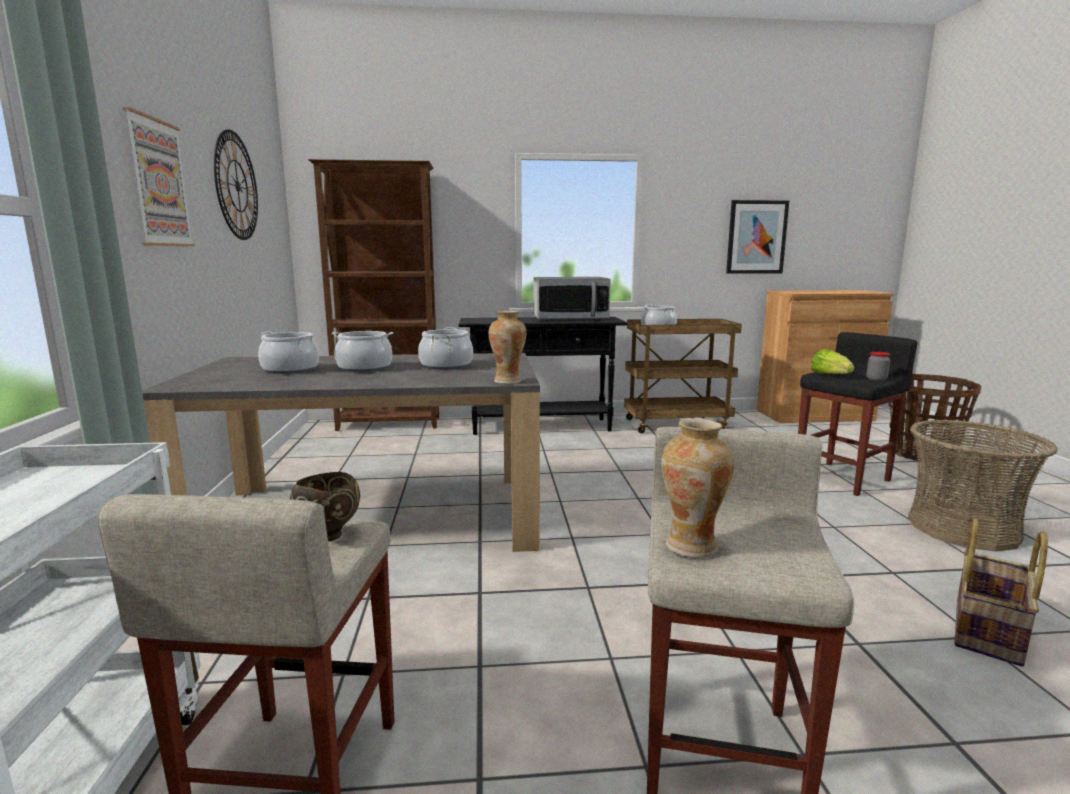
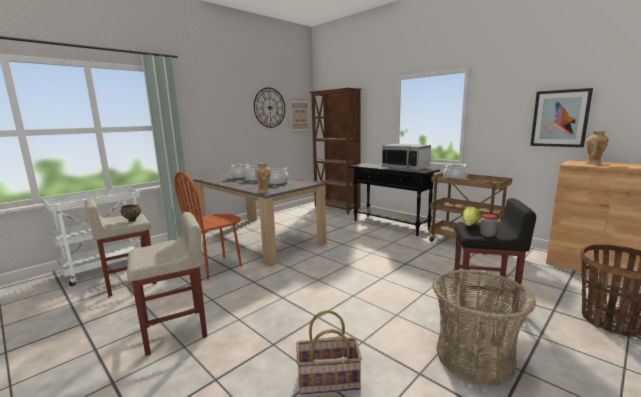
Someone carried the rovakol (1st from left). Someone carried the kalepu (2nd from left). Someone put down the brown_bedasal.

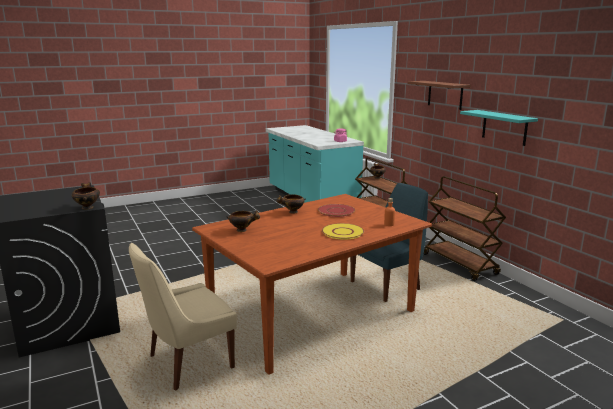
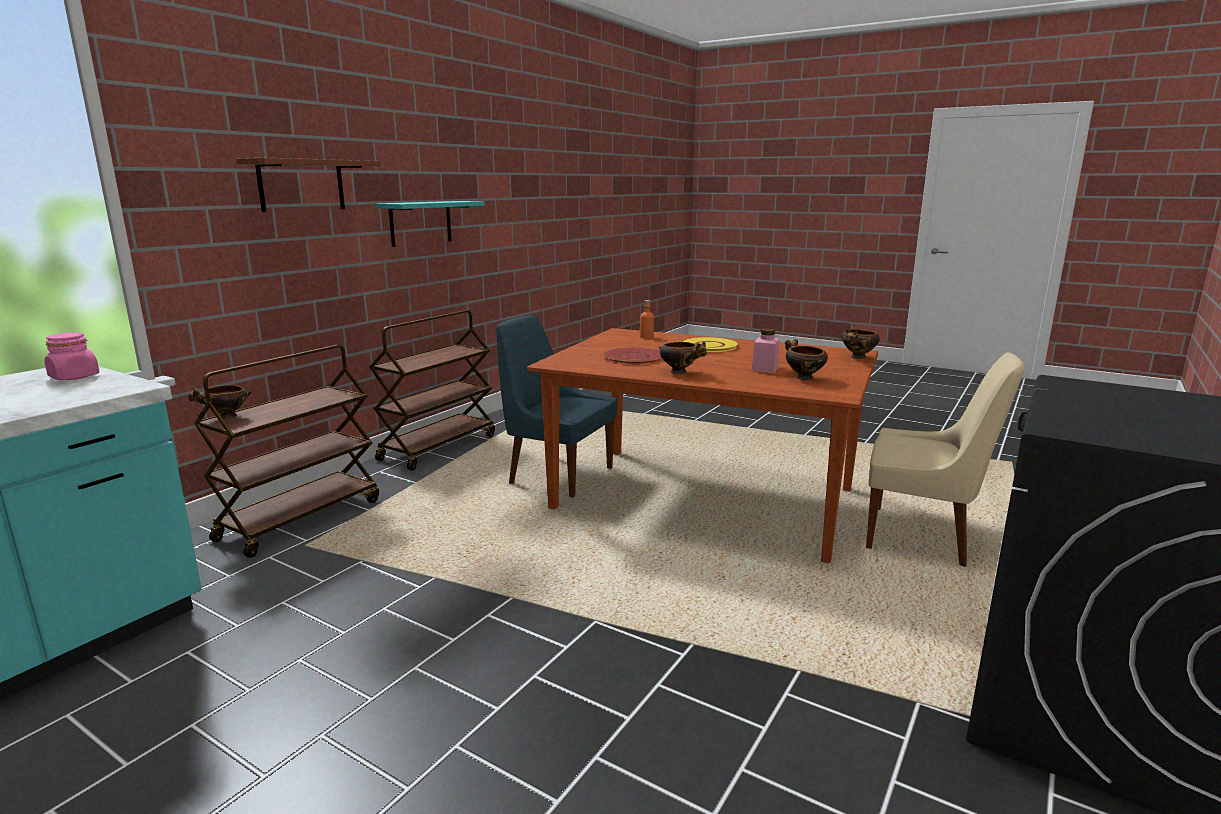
Someone carried the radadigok (1st from left in the first image). Someone put down the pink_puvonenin (2nd from left).

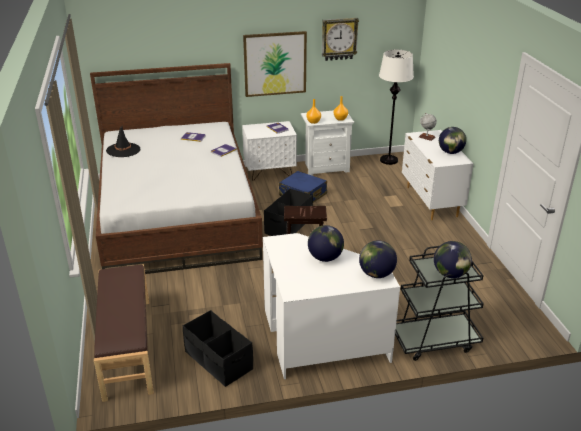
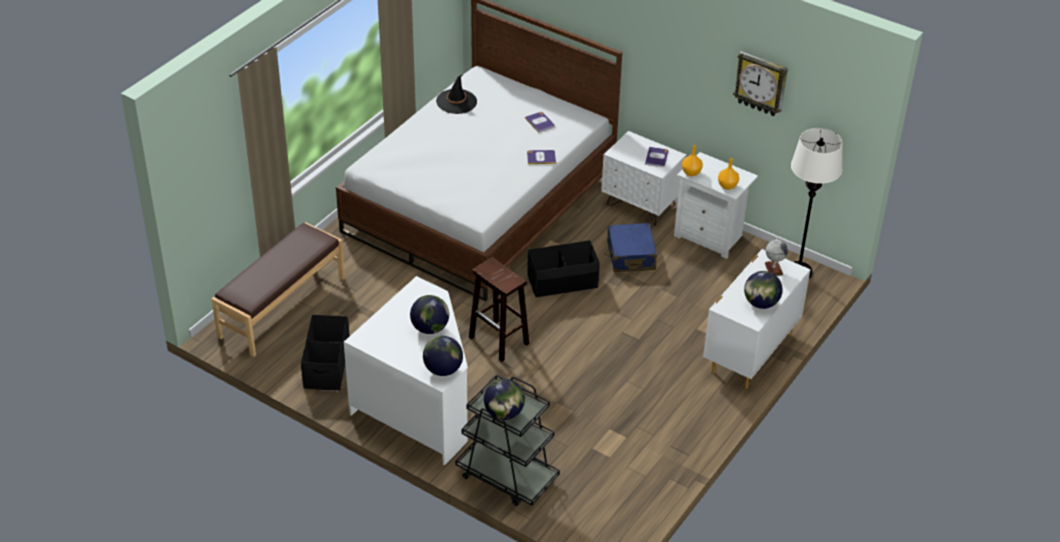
Someone took away the rovakol.

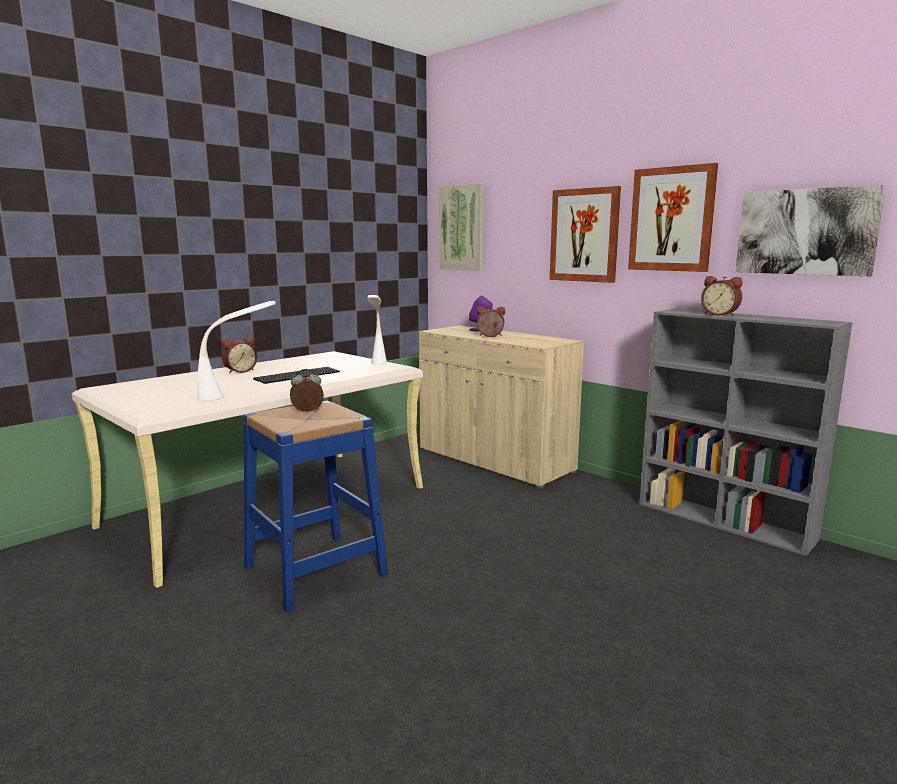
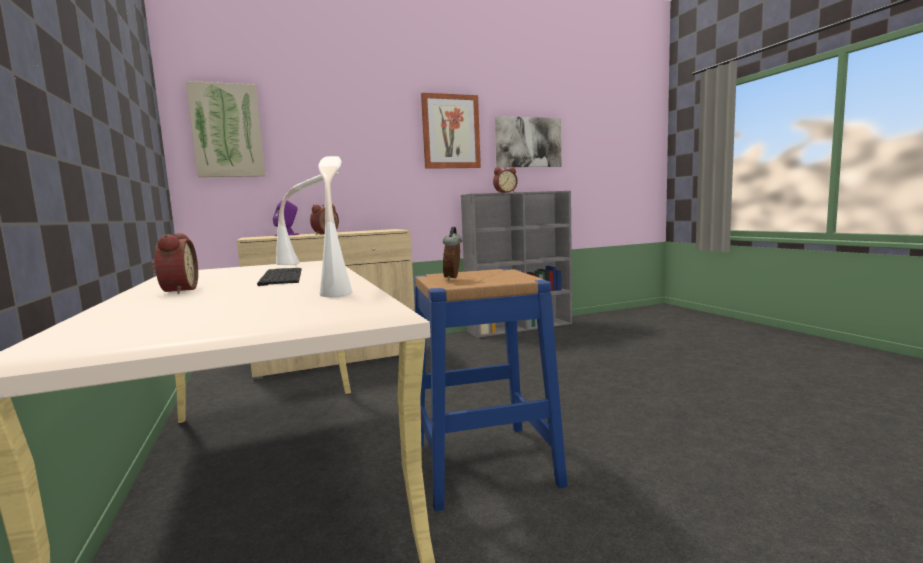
Someone took away the rovakol (2nd from left).

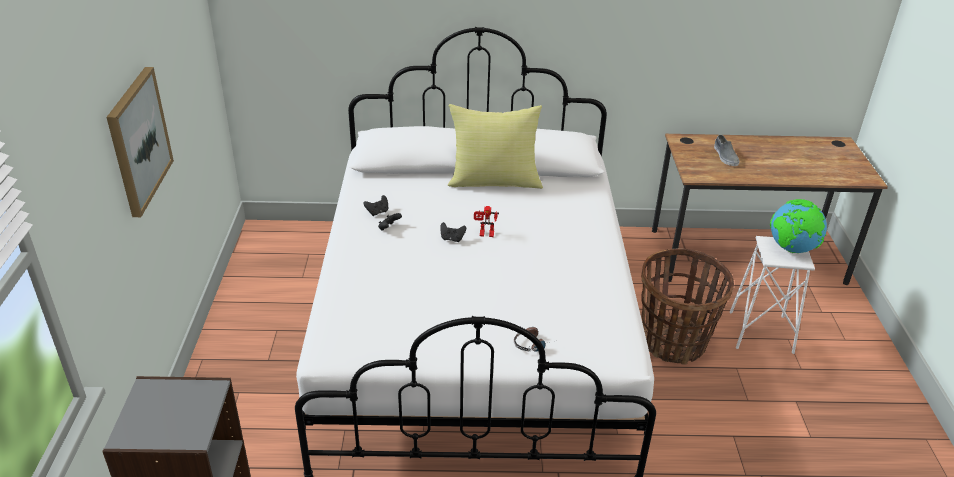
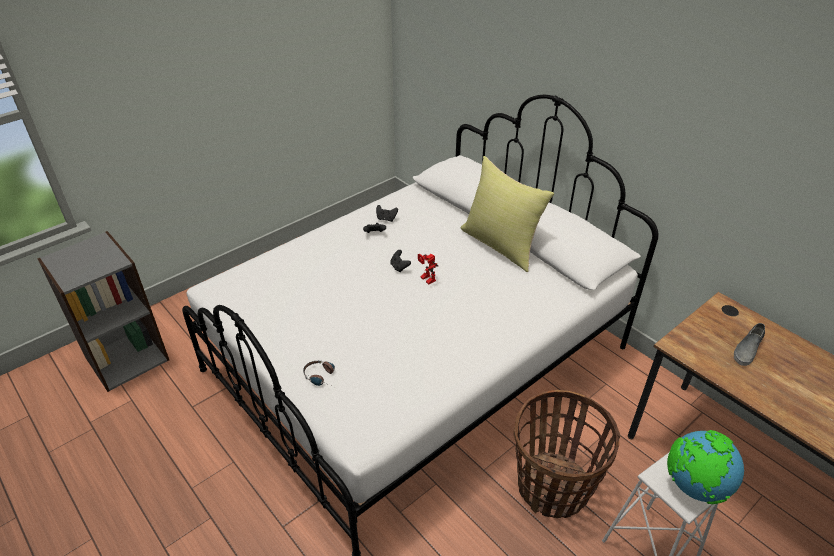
Someone took away the rovakol.

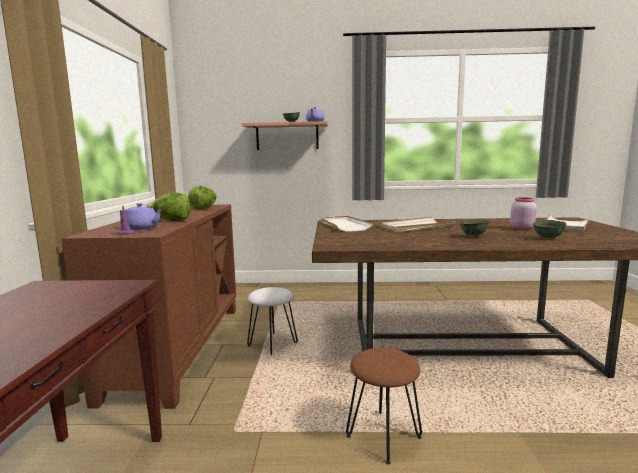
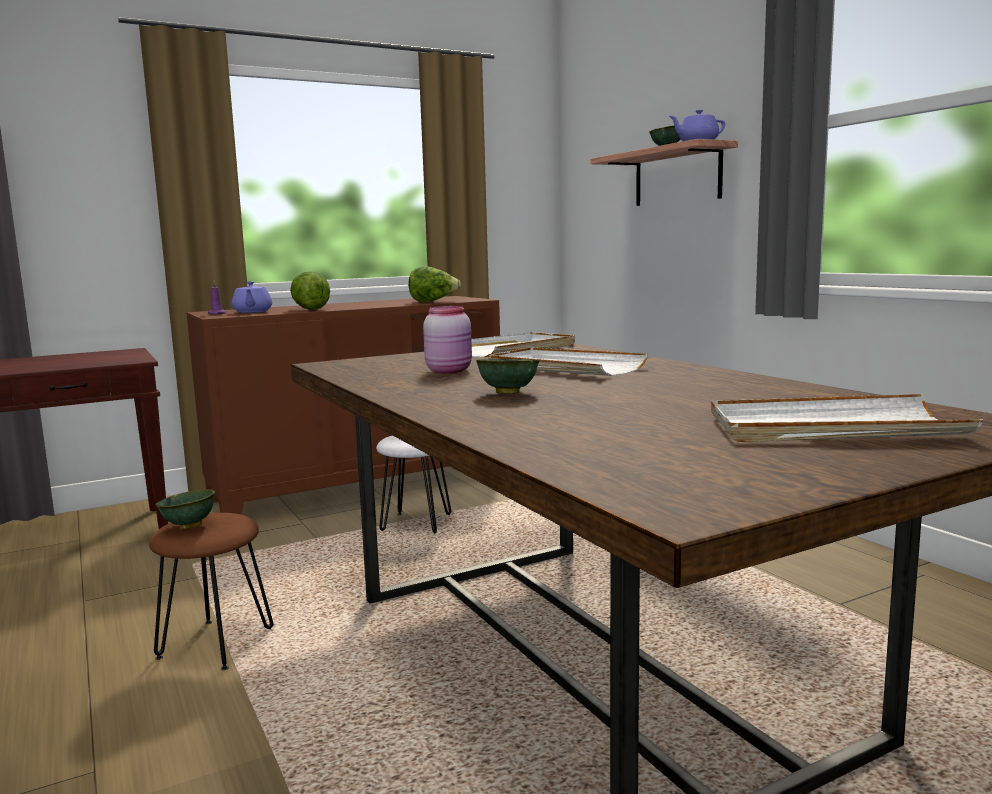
Someone carried the pink_puvonenin. Someone carried the green_radadigok (3rd from left in the first image).

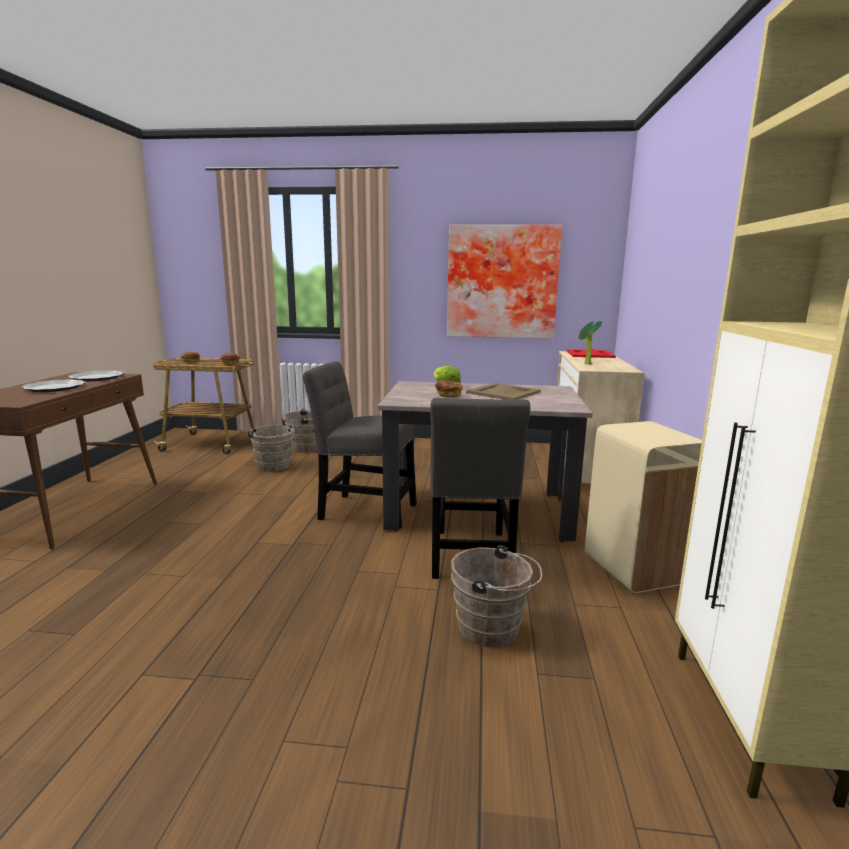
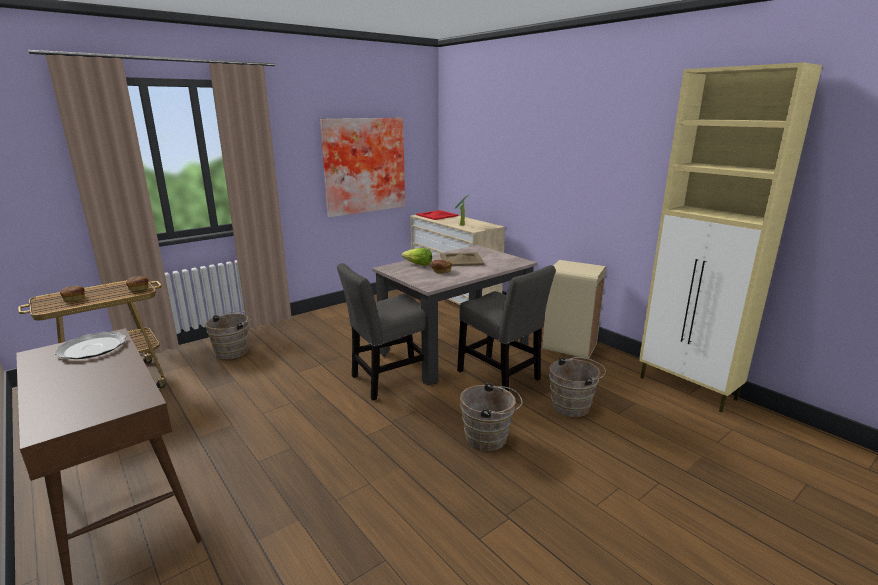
Someone took away the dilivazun (1st from left). Someone carried the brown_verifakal (1st from left in the first image).

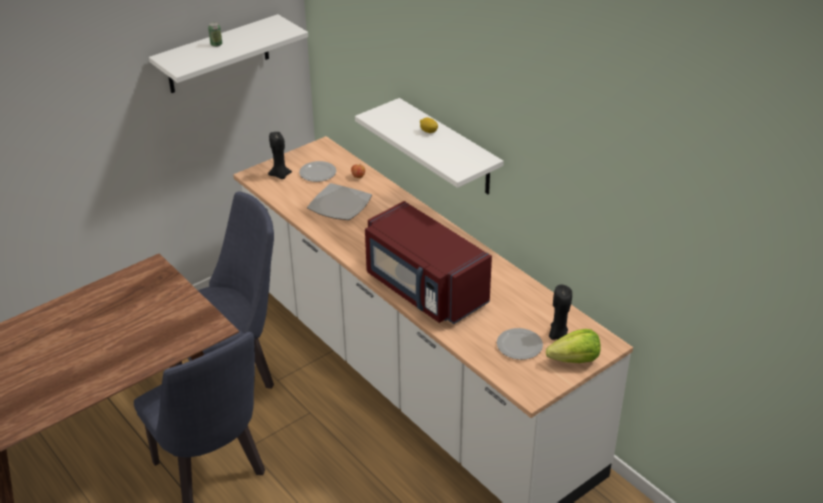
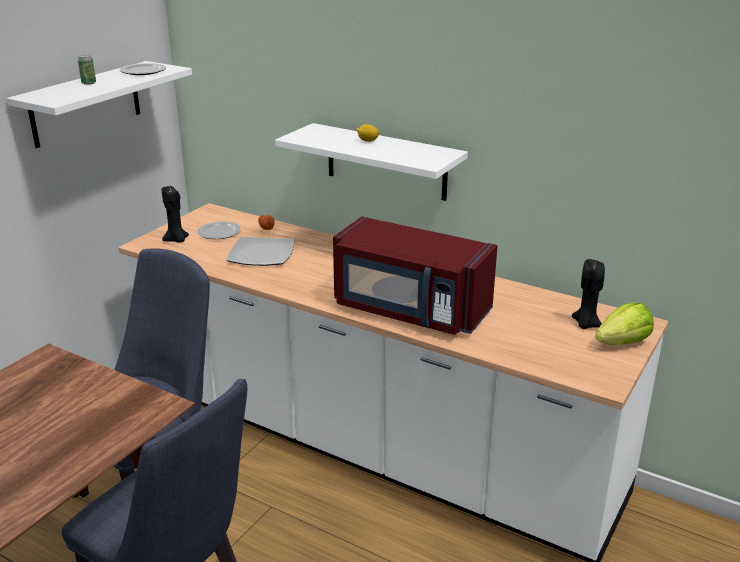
Someone carried the dilivazun (3rd from left in the first image).

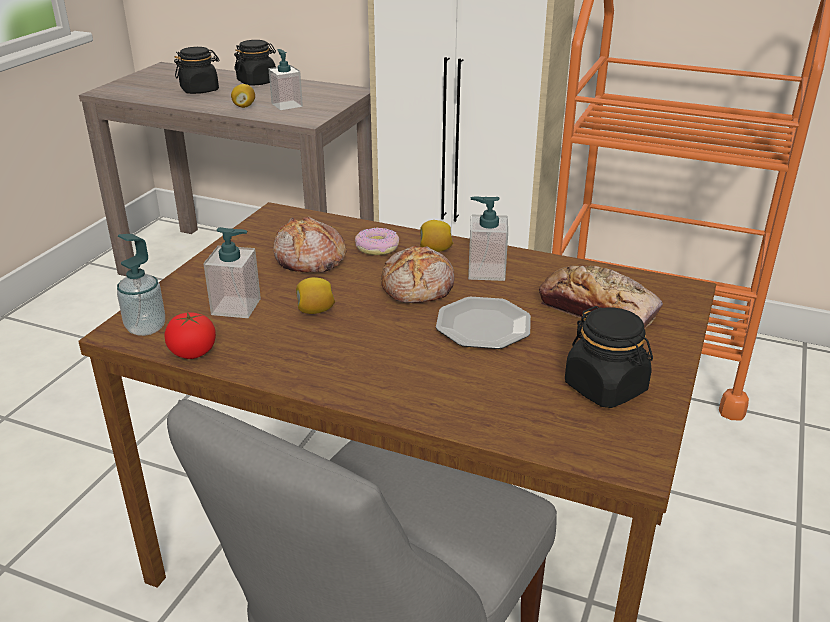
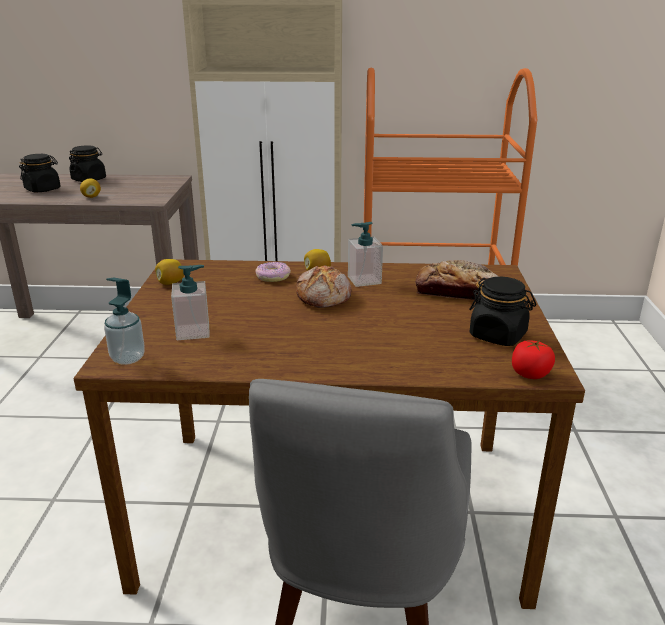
Someone took away the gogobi (3rd from left). Someone took away the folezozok (1st from left). Someone carried the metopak (2nd from left). Someone took away the dilivazun. Someone carried the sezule.

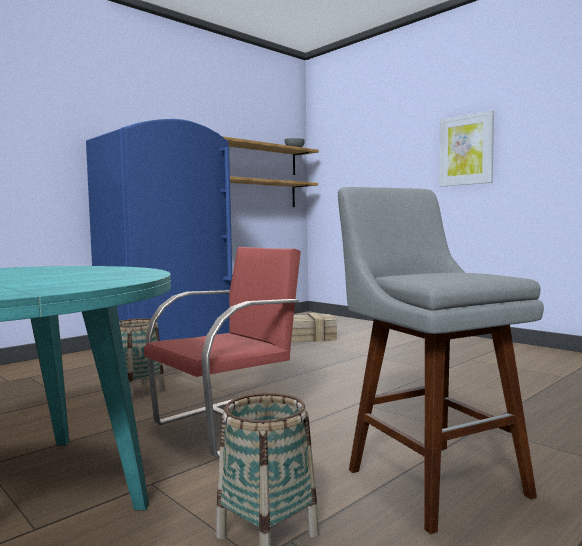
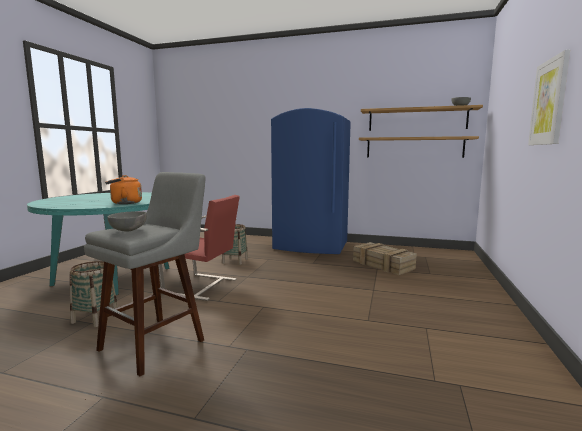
Someone put down the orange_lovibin. Someone put down the grey_radadigok (1st from left).

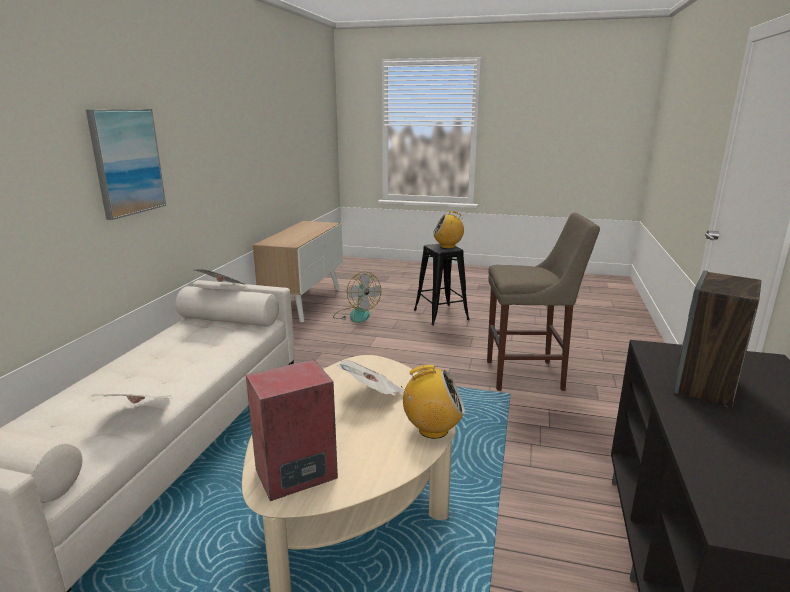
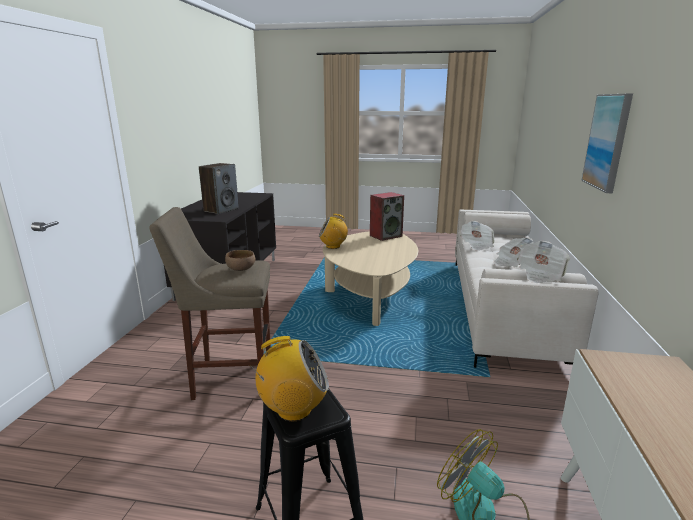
Someone carried the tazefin (3rd from left in the first image). Someone put down the brown_radadigok.

